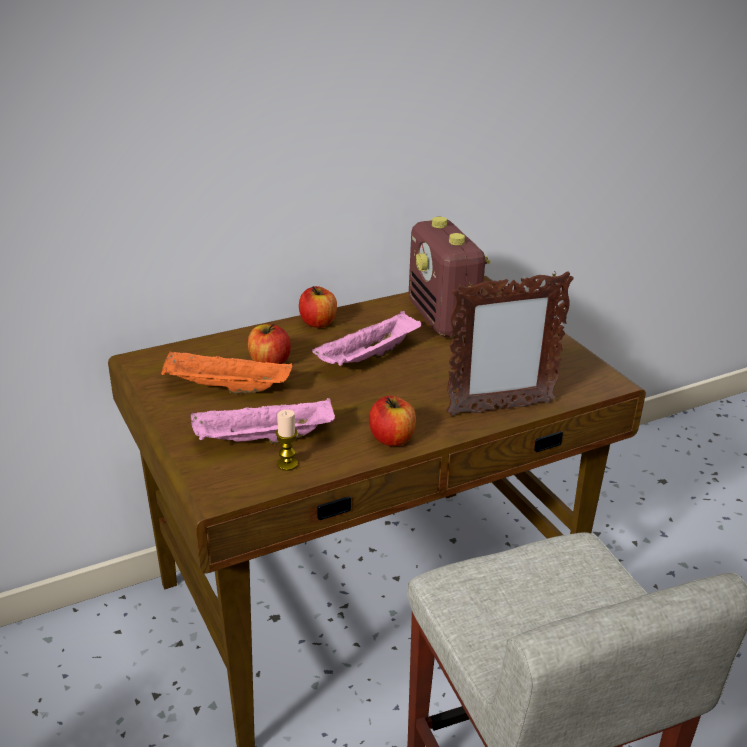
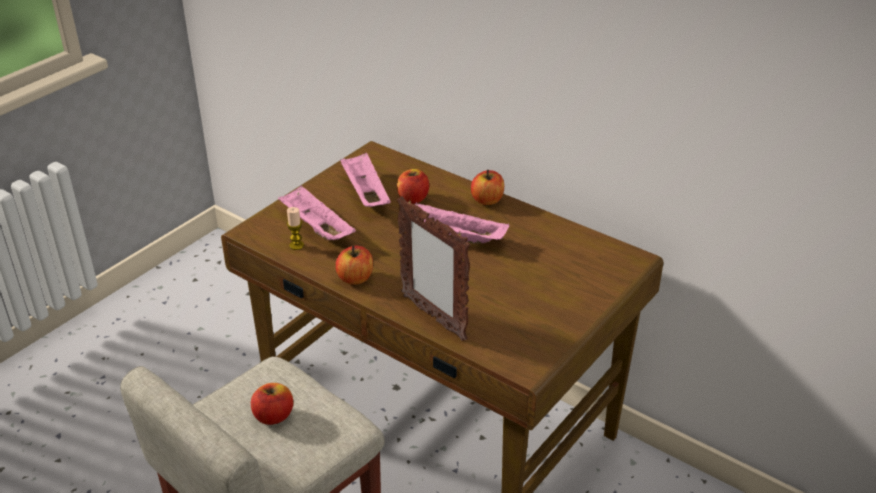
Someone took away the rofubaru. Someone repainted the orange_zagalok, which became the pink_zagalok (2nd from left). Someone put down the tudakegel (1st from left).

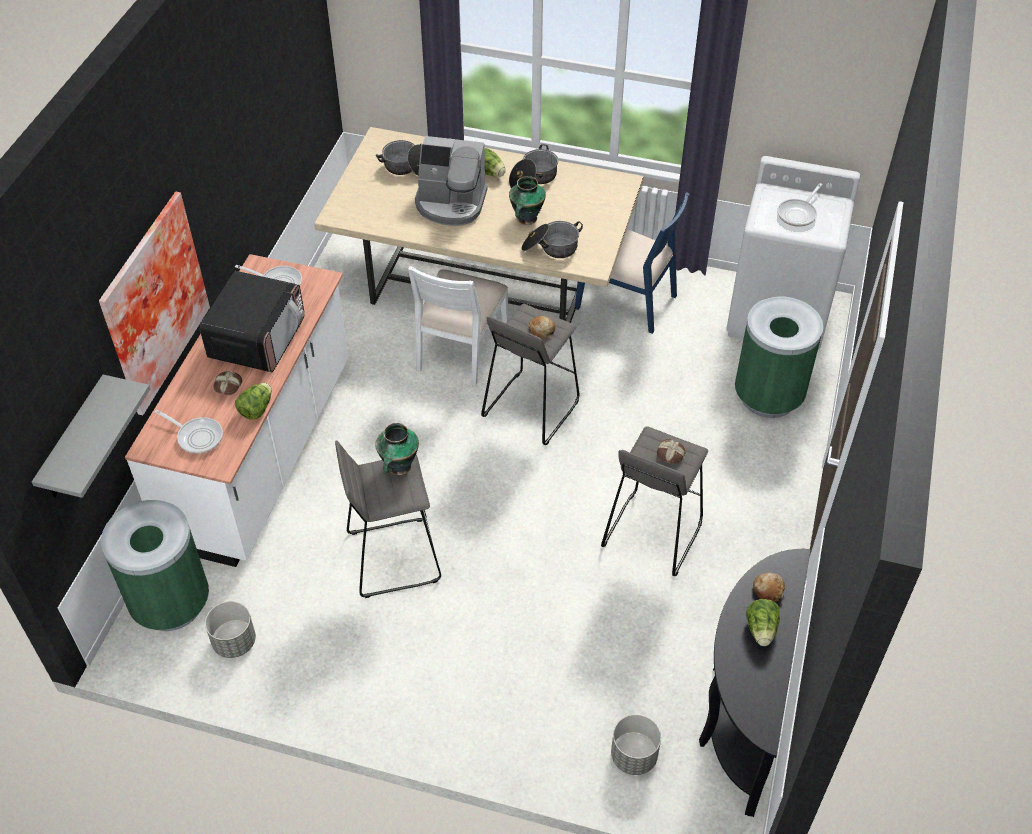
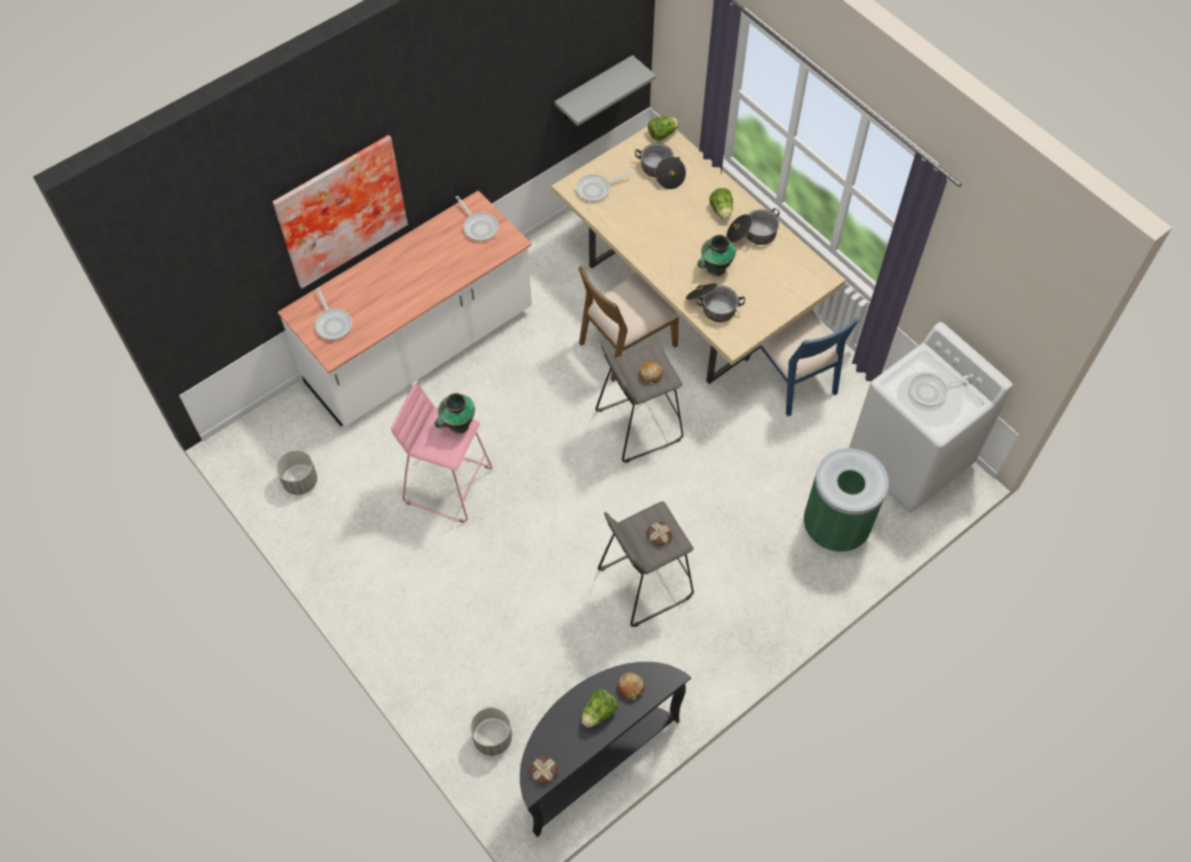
Someone took away the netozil. Someone repainted the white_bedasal, which became the brown_bedasal. Someone took away the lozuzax. Someone carried the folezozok (1st from left). Someone carried the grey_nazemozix. Someone carried the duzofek (1st from left in the first image). Someone repainted the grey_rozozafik (1st from left), which became the pink_rozozafik. Someone took away the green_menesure (1st from left). Someone put down the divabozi (3rd from left).

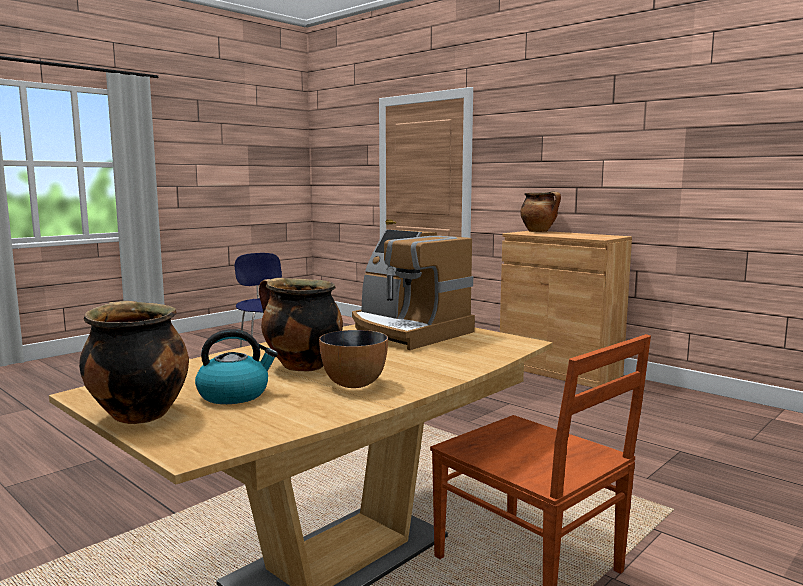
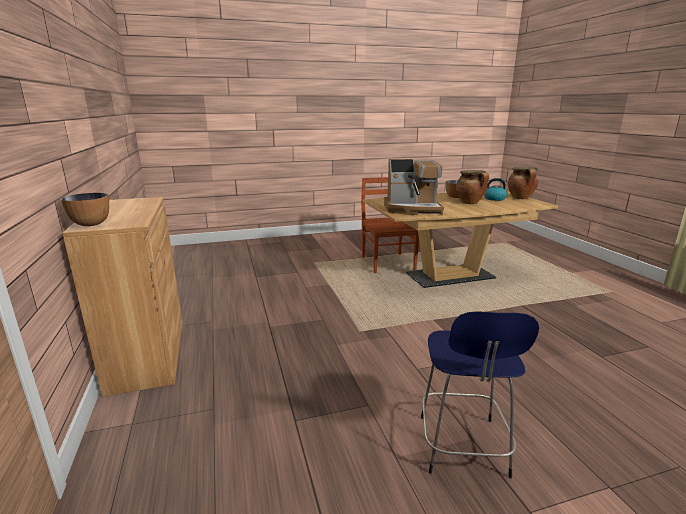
Someone swapped the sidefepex (3rd from left) for the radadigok (1st from left). Someone rotated the netozil by 105 degrees clockwise.

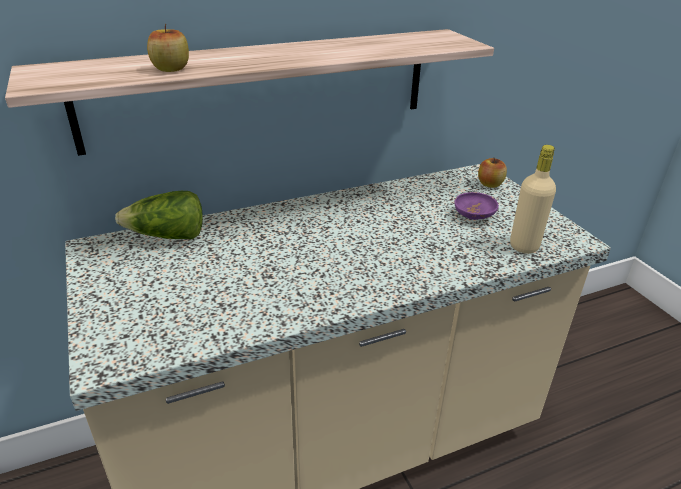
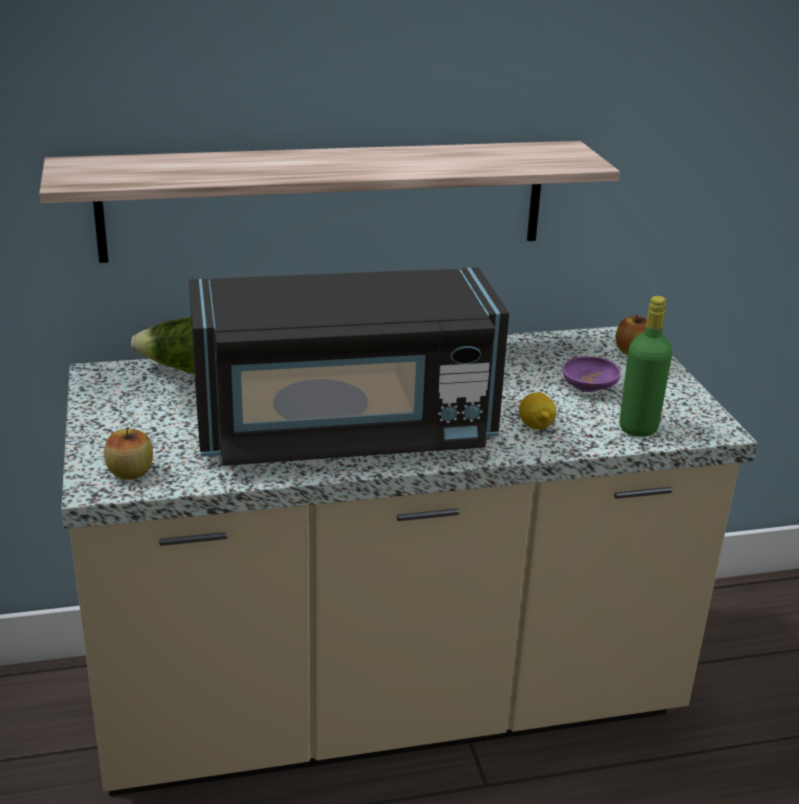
Someone carried the tudakegel (1st from left). Someone repainted the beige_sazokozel, which became the green_sazokozel. Someone put down the black_lozuzax. Someone put down the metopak.

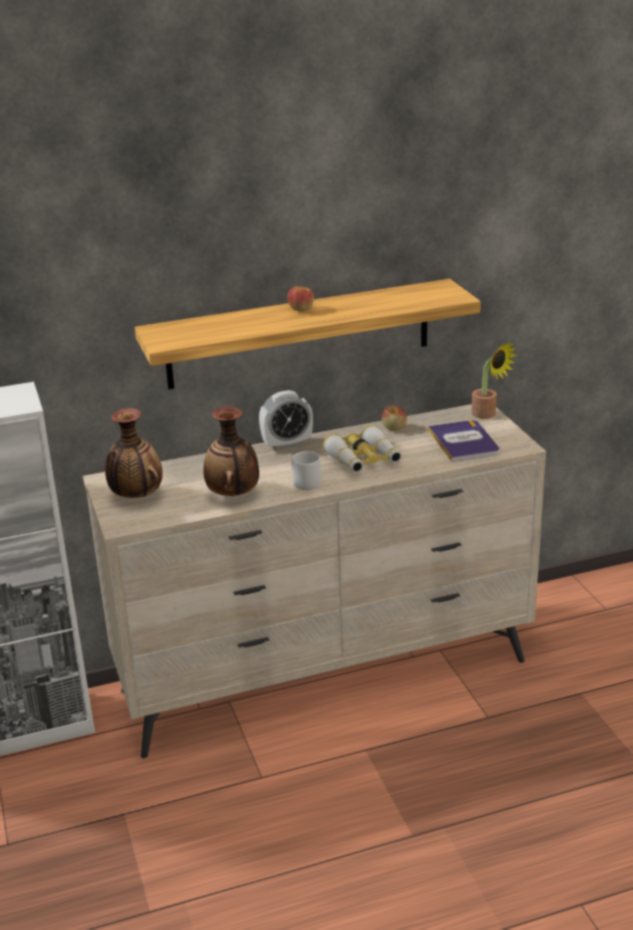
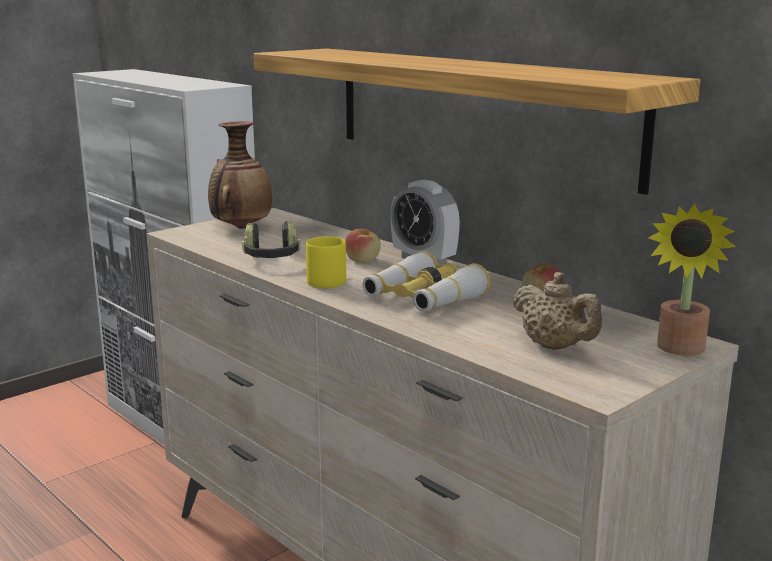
Someone carried the tudakegel (1st from left). Someone swapped the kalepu (2nd from left) for the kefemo. Someone swapped the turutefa for the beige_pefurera. Someone repainted the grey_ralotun, which became the yellow_ralotun.

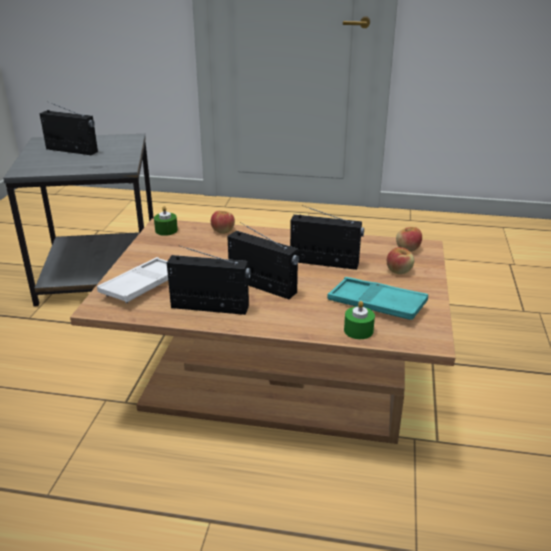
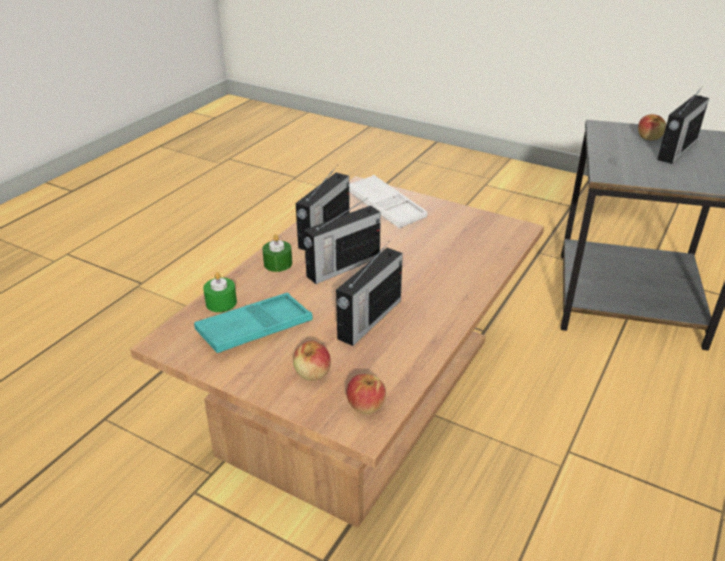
Someone carried the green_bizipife (1st from left in the first image). Someone carried the tudakegel (1st from left in the first image).

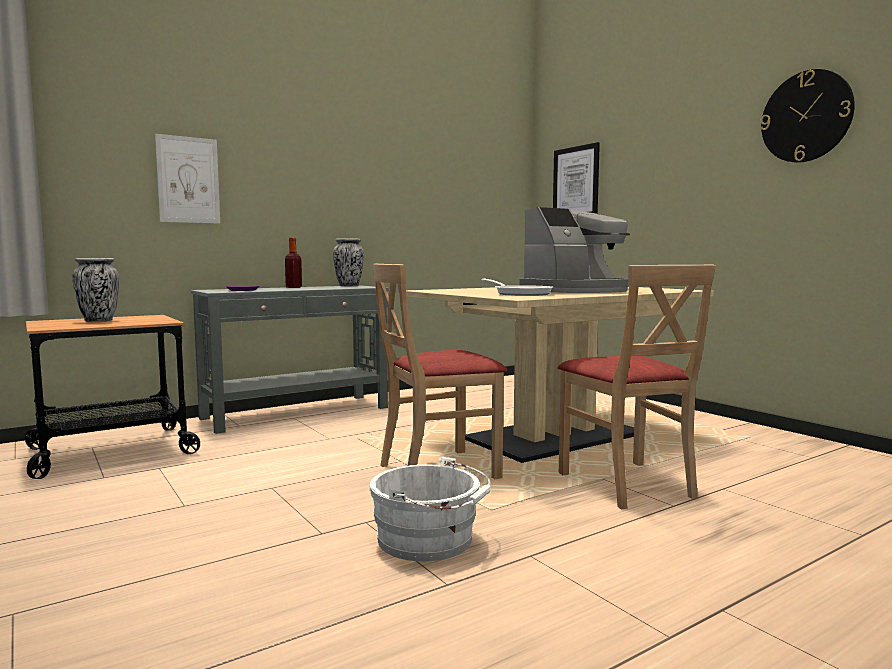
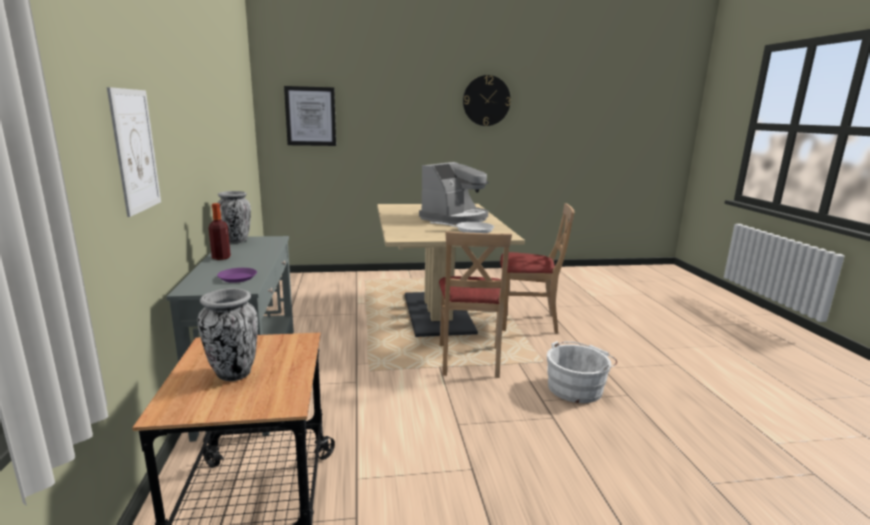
Someone rotated the netozil by 45 degrees clockwise.

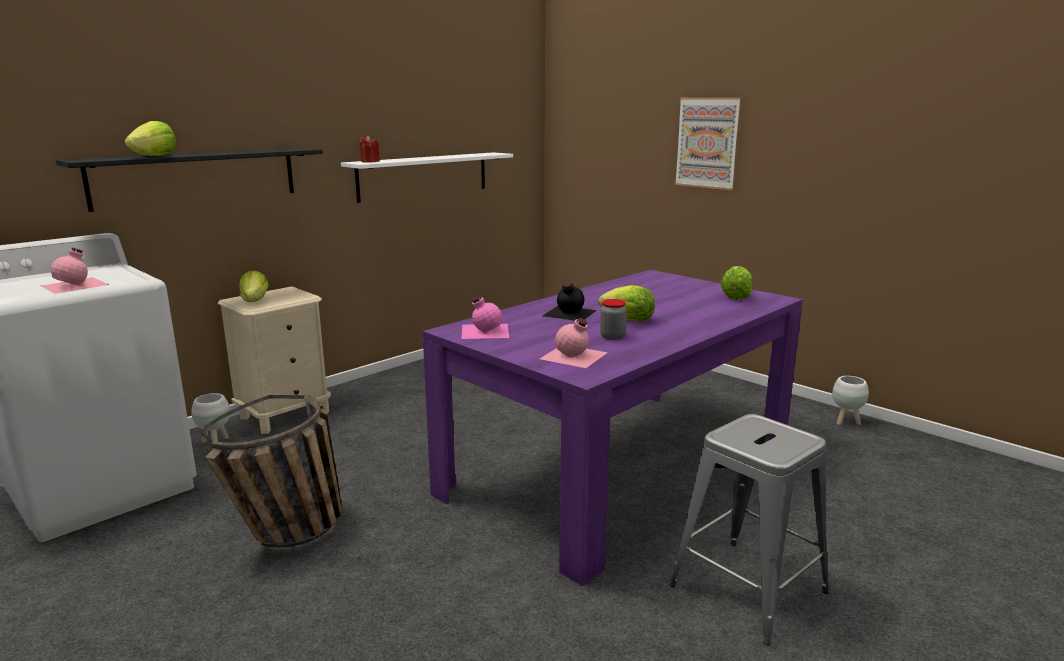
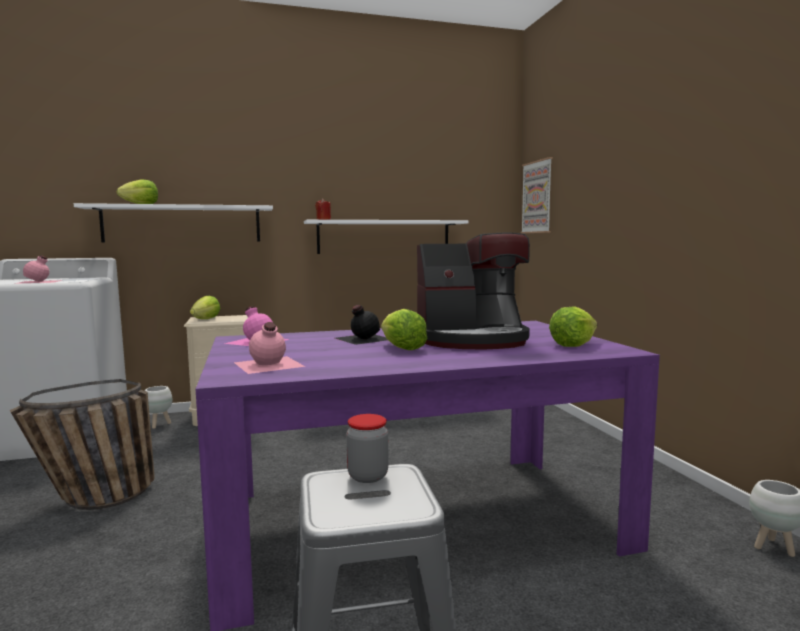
Someone carried the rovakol. Someone repainted the black_nazemozix, which became the white_nazemozix (1st from left). Someone carried the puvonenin. Someone put down the netozil.

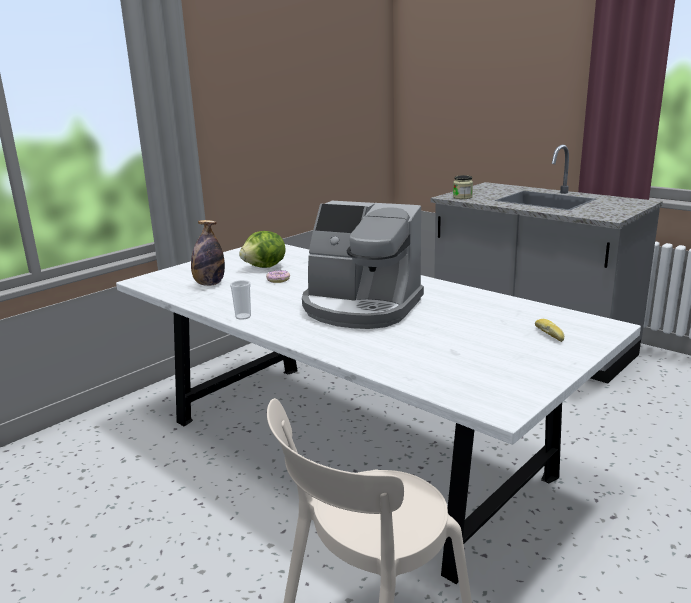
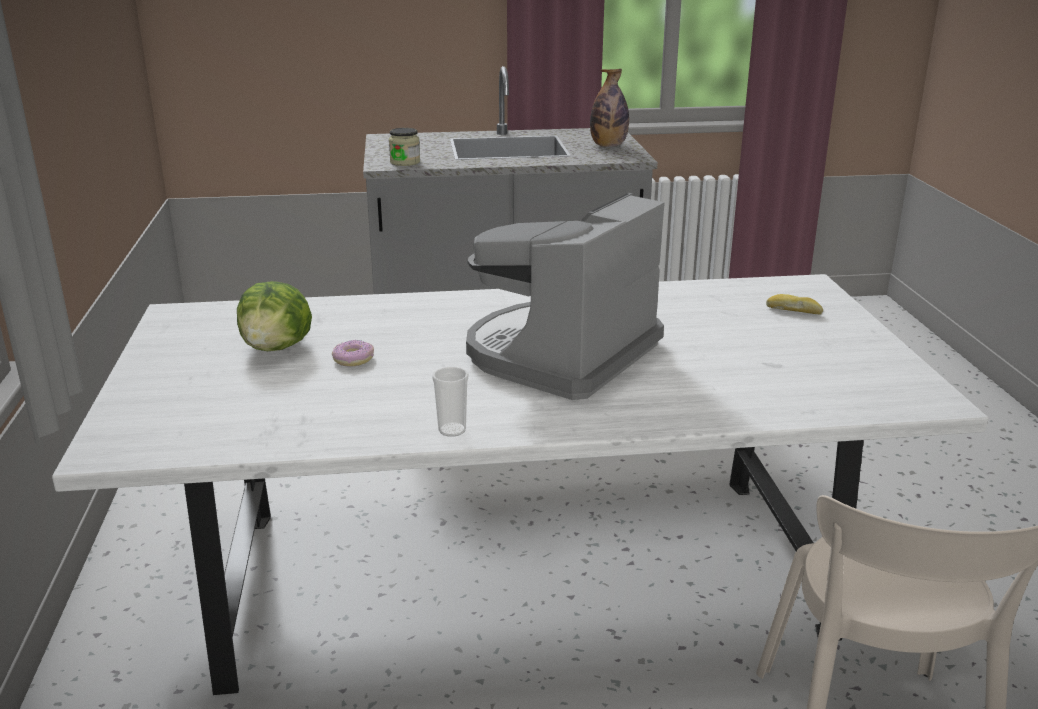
Someone rotated the netozil by 150 degrees clockwise. Someone carried the sazokozel.

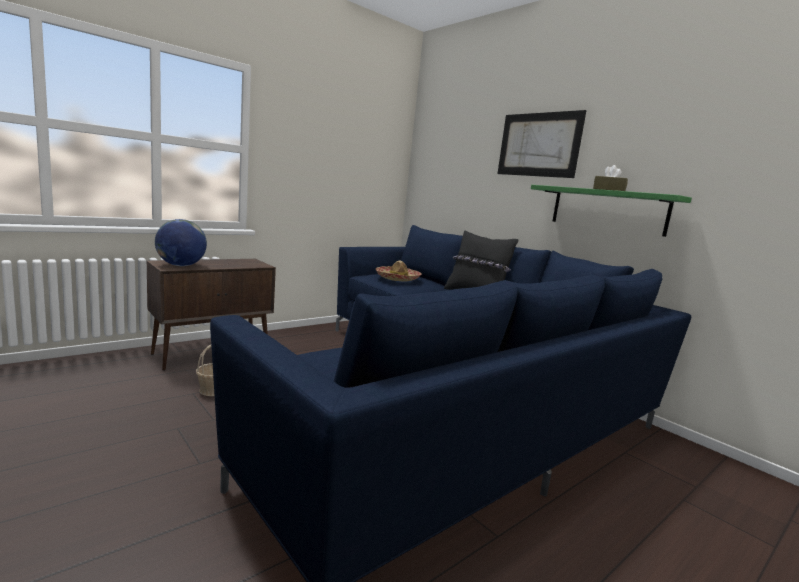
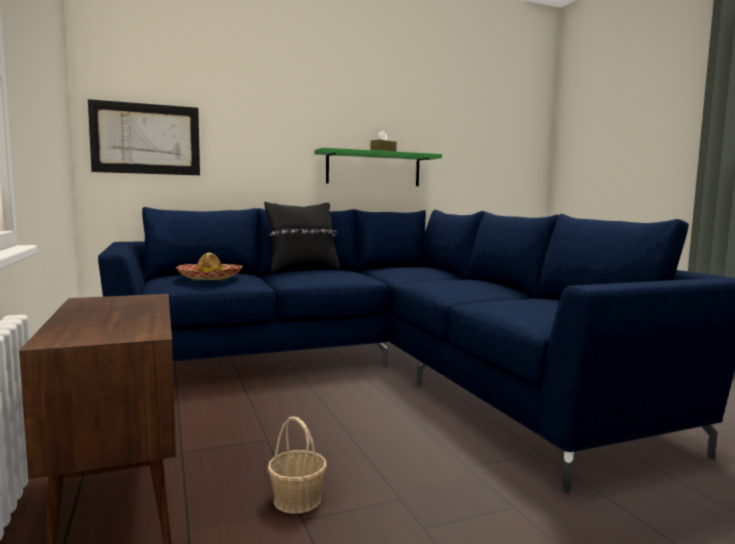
Someone carried the rovakol. Someone took away the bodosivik.

